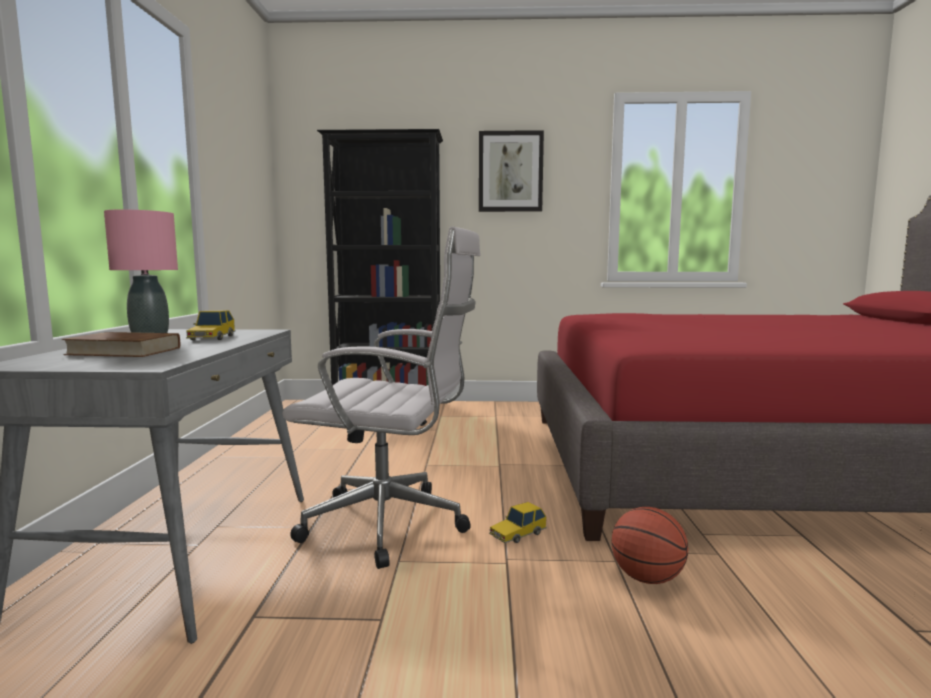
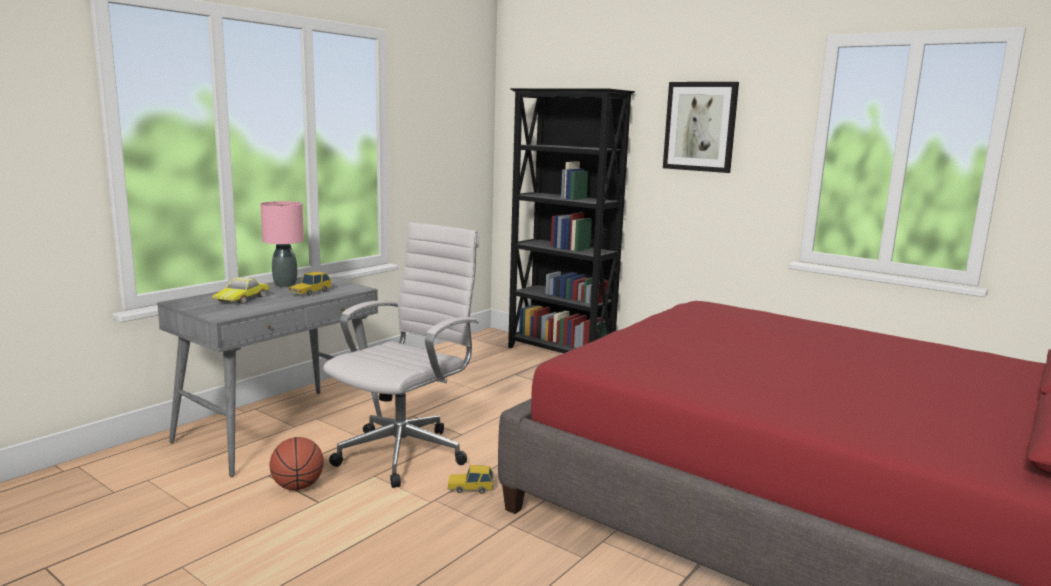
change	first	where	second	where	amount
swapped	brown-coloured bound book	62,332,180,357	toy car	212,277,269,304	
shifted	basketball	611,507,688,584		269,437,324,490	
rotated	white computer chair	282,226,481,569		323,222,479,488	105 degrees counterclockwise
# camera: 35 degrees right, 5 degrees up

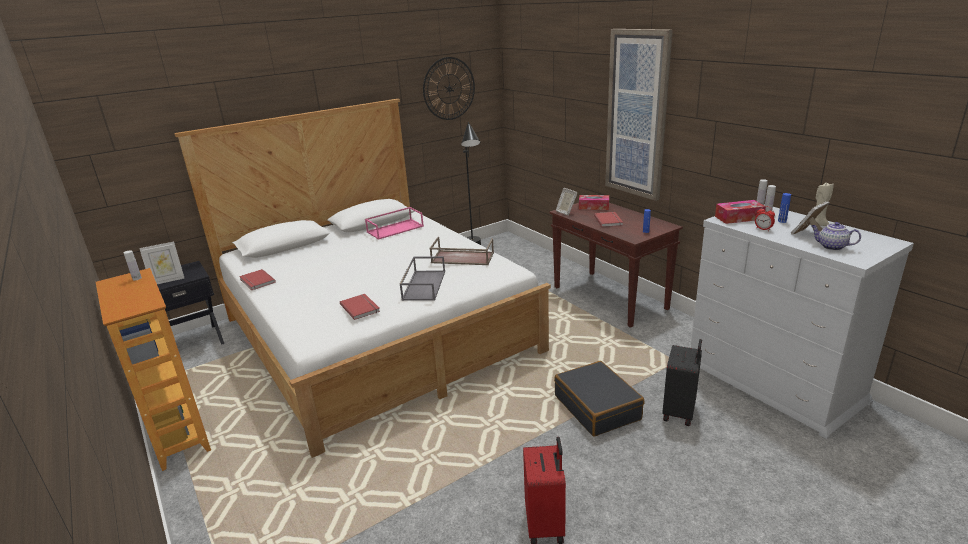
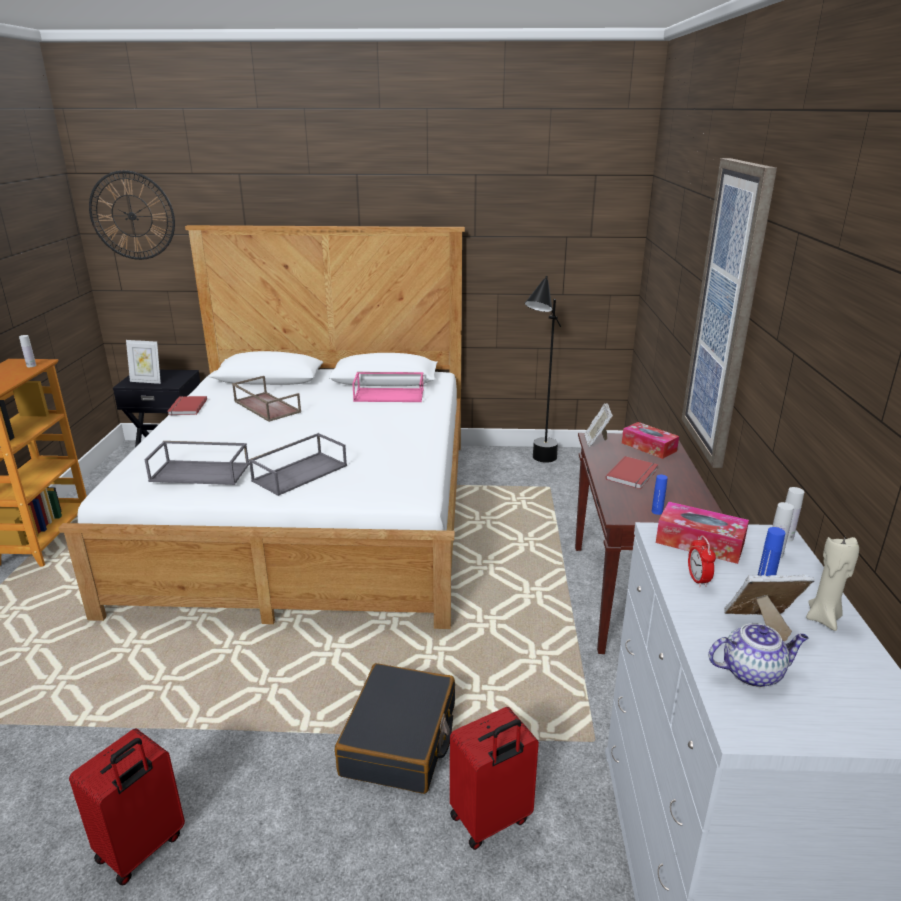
change	first	where	second	where	amount
shifted	clock on the wall	423,57,475,120		89,170,175,260	
swapped	red bound book	340,294,380,320	grey tray	145,441,250,485	
shifted	brown-coloured tray	429,237,494,265		232,376,301,422	
repainted	black-coloured travel case	662,339,702,426	red travel case	450,707,539,850	
rotated	teapot	811,222,861,251		708,623,809,687	105 degrees clockwise
# camera: 35 degrees right, 0 degrees up

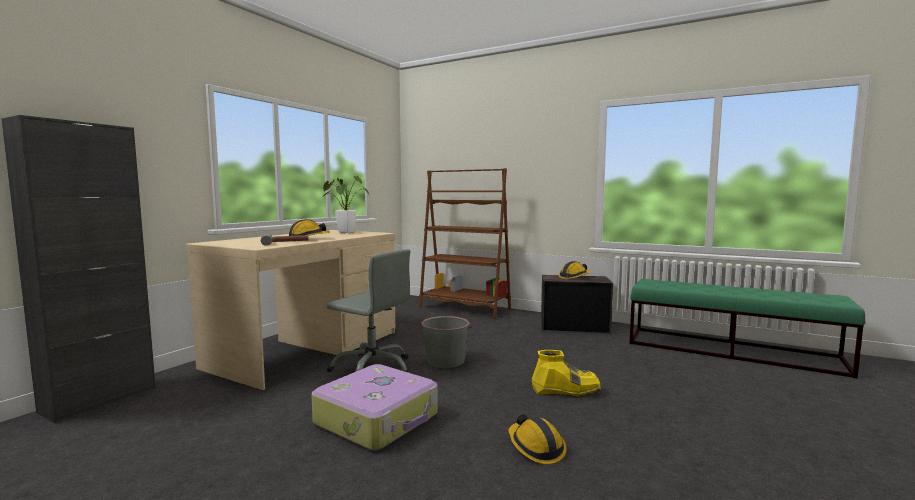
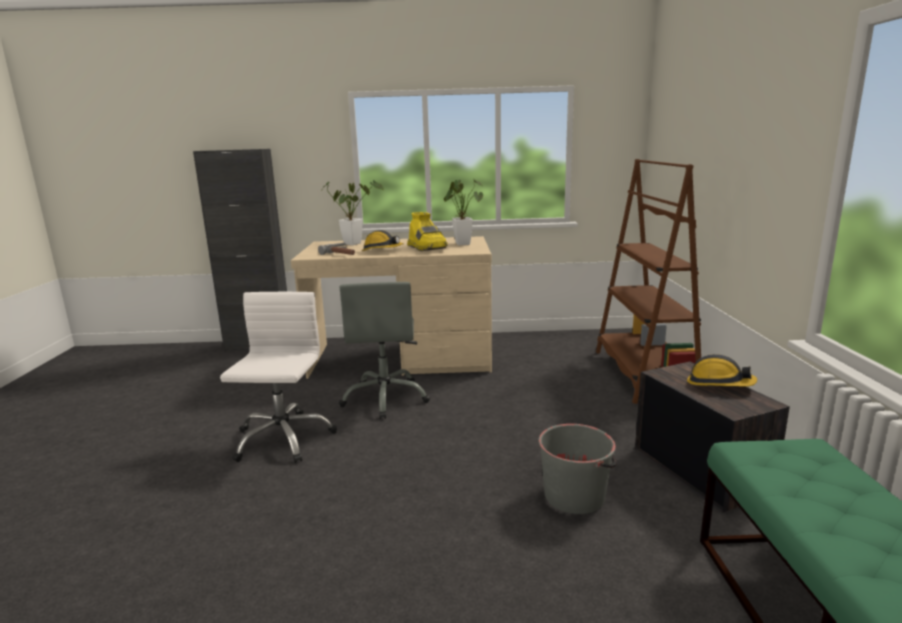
change	first	where	second	where	amount
swapped	travel case	311,364,438,450	white computer chair	220,292,337,463	
new			plant in a pot	321,180,384,245	
shifted	yellow tall boot	532,350,601,397		407,212,448,251	
shifted	grey pail	420,316,472,368		538,424,617,514	
gone	work helmet	508,414,567,464			
# camera: 60 degrees right, 10 degrees up

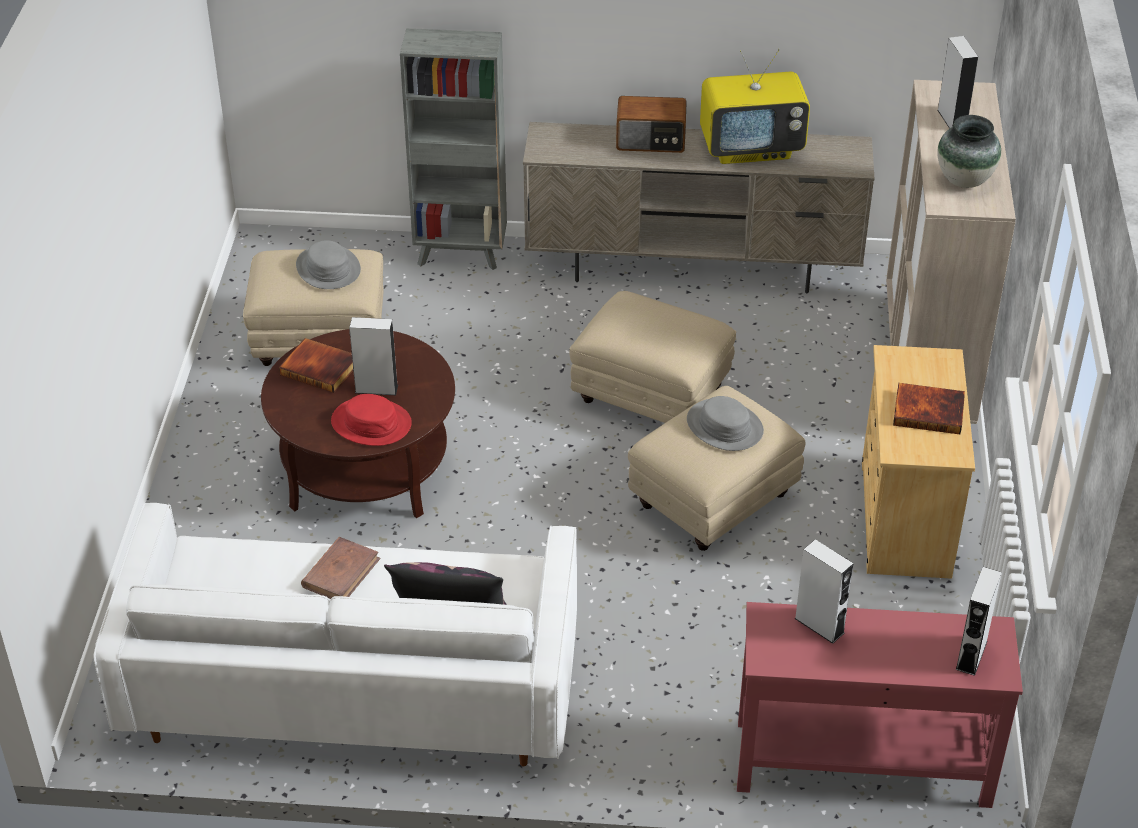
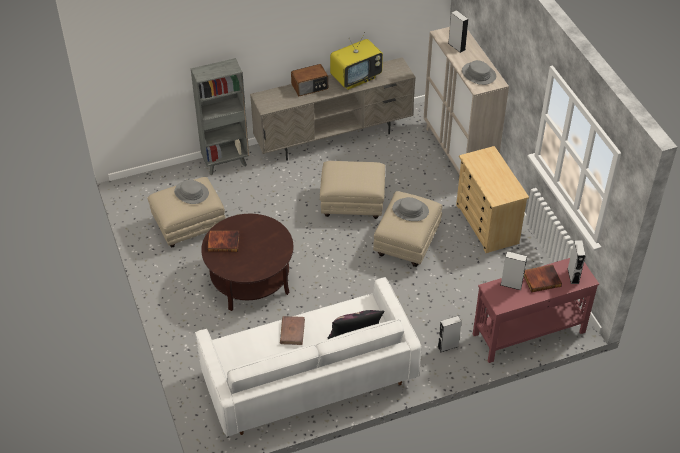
change	first	where	second	where	amount
shifted	grey audio speaker	349,317,398,395		437,316,462,352	
swapped	decorative vase	937,115,1001,188	grey clothing hat	462,60,496,85	
shifted	bound book	893,383,965,435		524,265,562,292	
gone	red clothing hat	331,394,412,446			
# camera: 25 degrees left, 5 degrees up

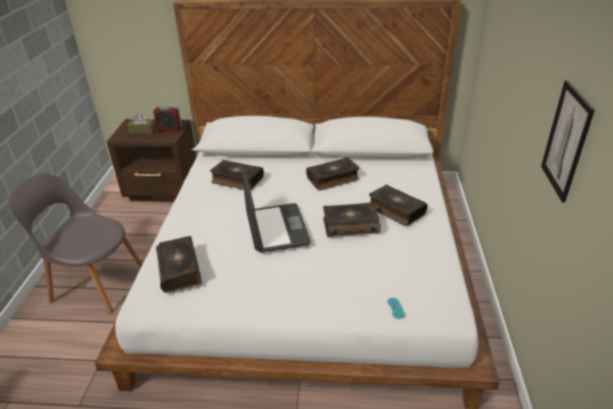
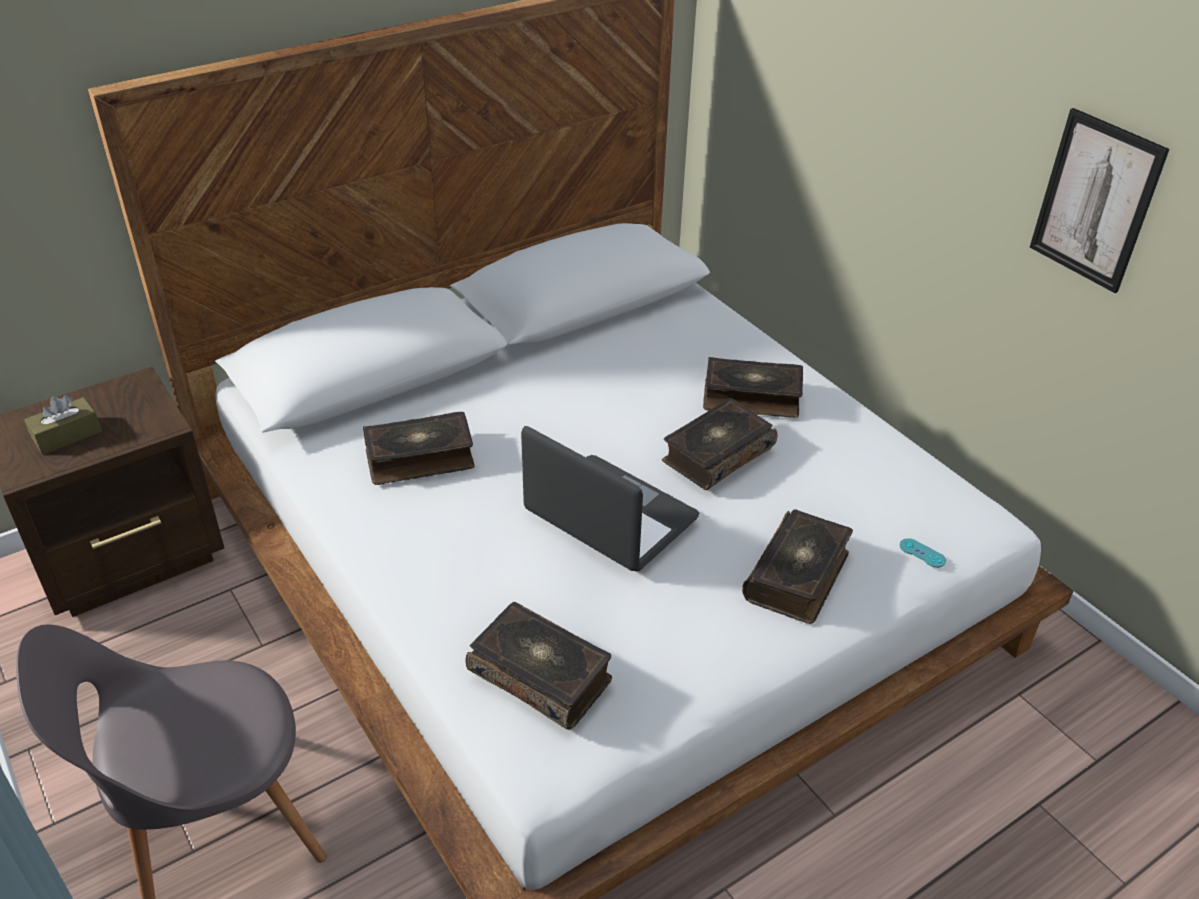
change	first	where	second	where	amount
shifted	bound book	306,157,360,191		742,509,853,624	
gone	alarm clock	153,106,182,132			
# camera: 40 degrees left, 5 degrees up

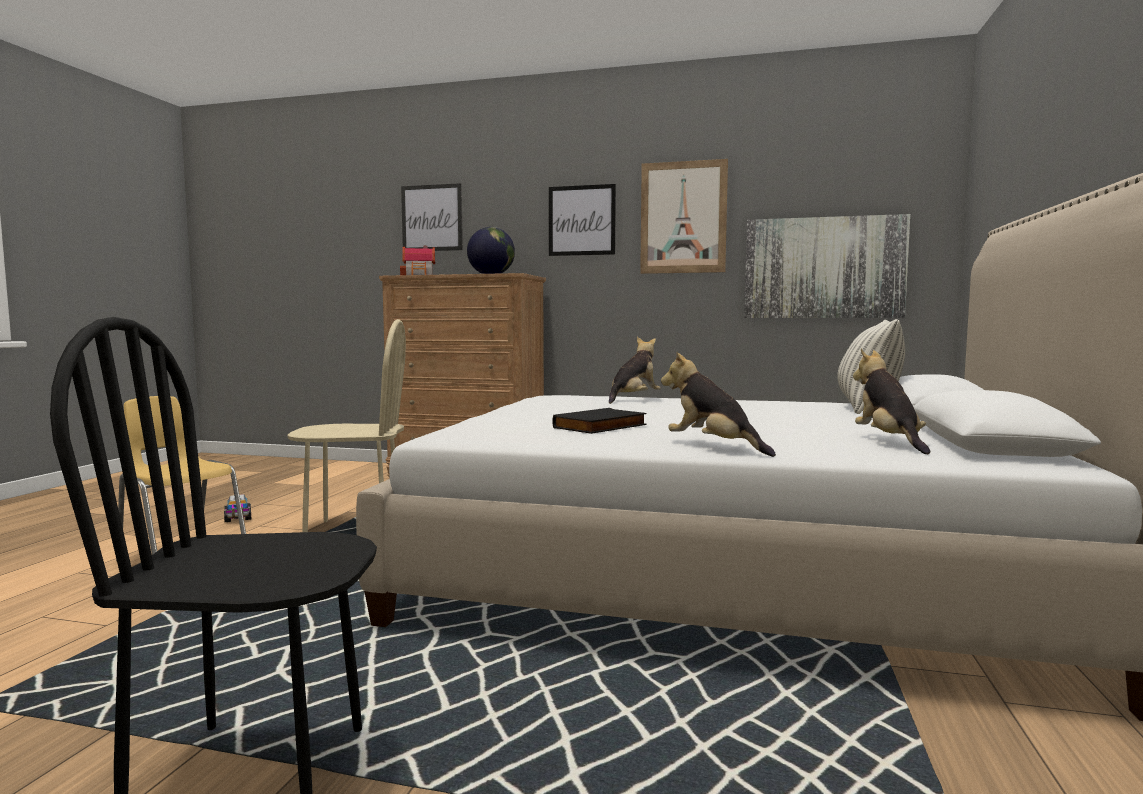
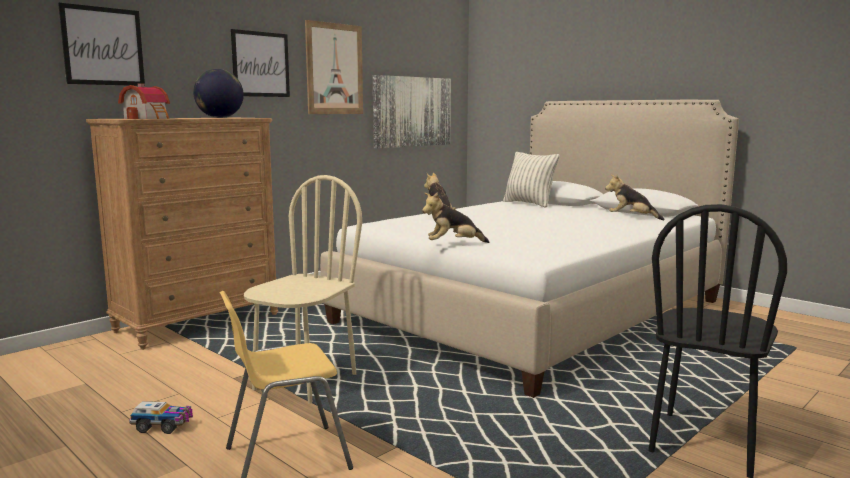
change	first	where	second	where	amount
shifted	soft toy	661,352,776,457		422,192,489,243	
gone	black-coloured bound book	552,408,647,434			
# camera: 60 degrees left, 5 degrees up

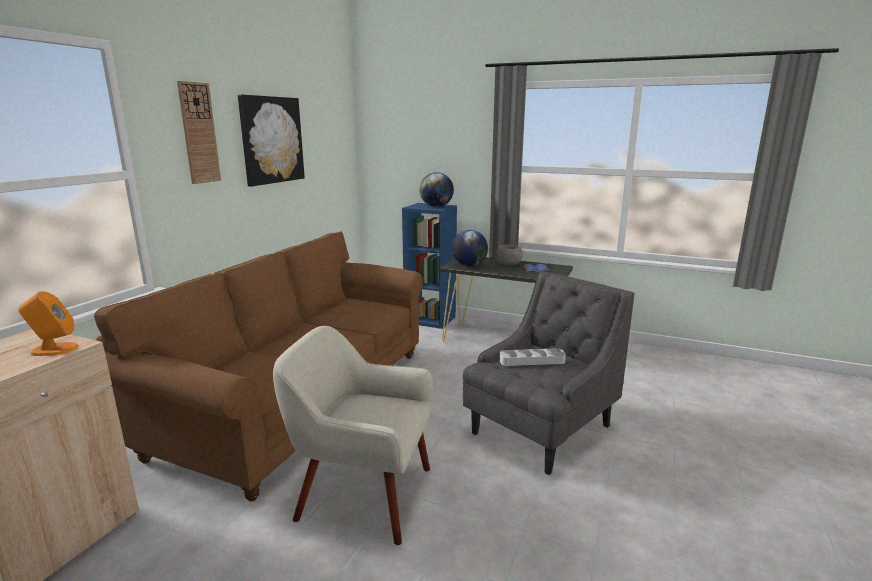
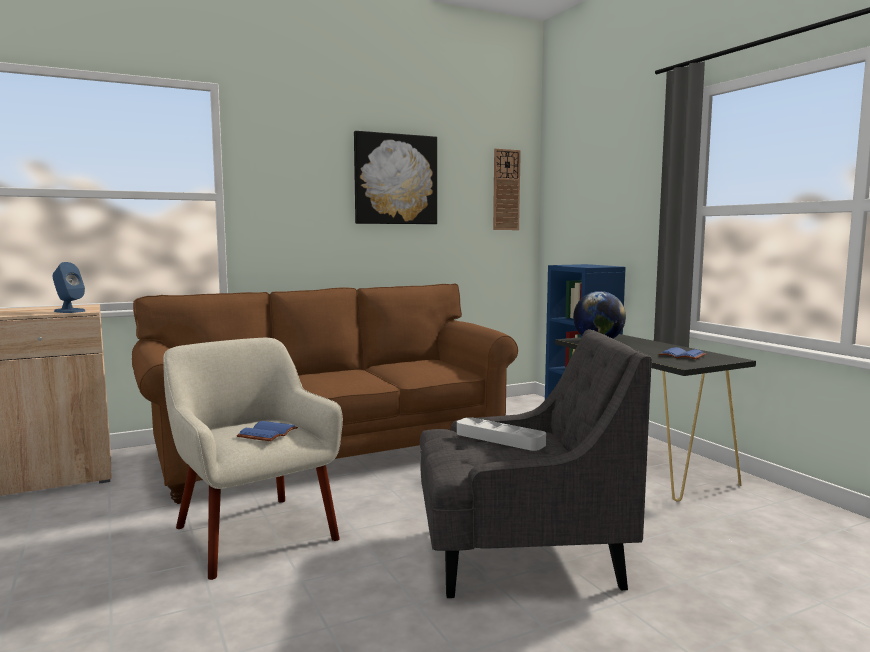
change	first	where	second	where	amount
repainted	orangey audio speaker	18,291,79,356	blue-coloured audio speaker	53,262,85,313	
new			blue-coloured bound book	237,421,298,441	
shifted	clock on the wall	177,81,221,184		493,149,521,230	
gone	desk globe	420,172,454,207			
gone	grey serving bowl	495,245,523,265			
# camera: 40 degrees right, 10 degrees down

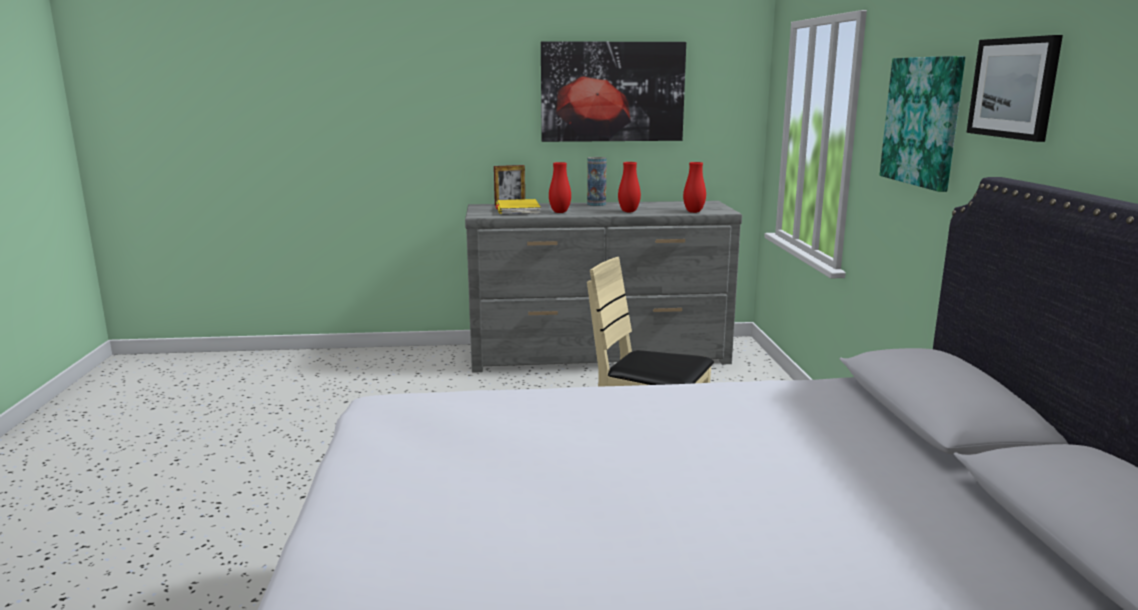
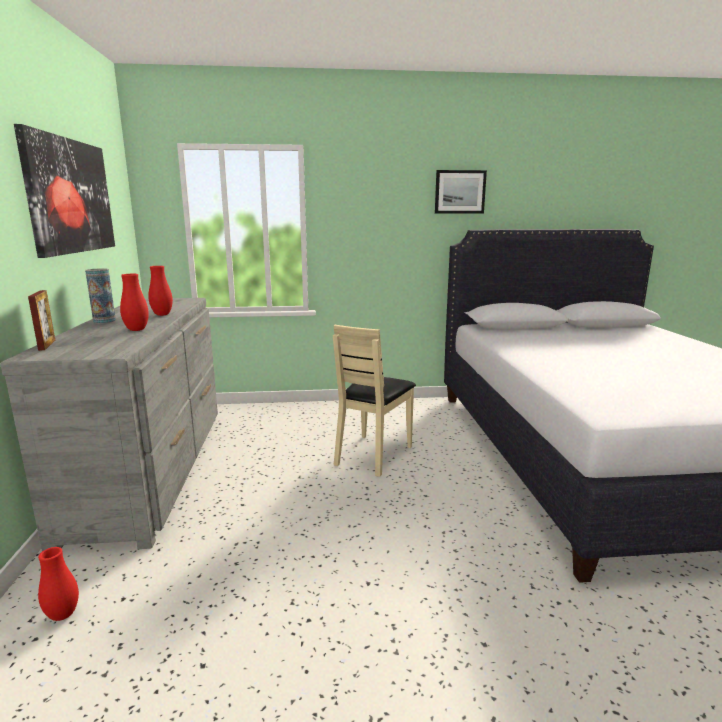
change	first	where	second	where	amount
shifted	red decorative vase	683,162,706,213		38,547,79,621	
gone	yellow bound book	495,199,541,214			
gone	picture	880,56,965,192			
# camera: 90 degrees left, 0 degrees up

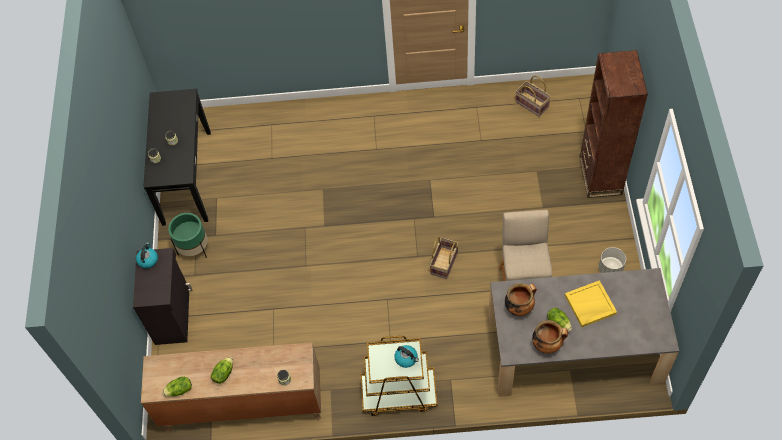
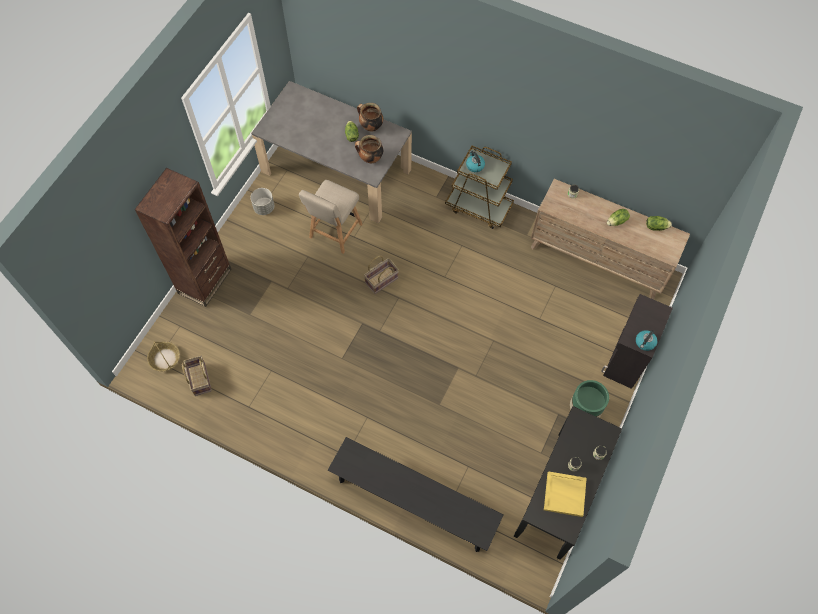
change	first	where	second	where	amount
new			basket	147,341,180,371	
new			black-coloured bench	328,437,503,552	
shifted	yellow tray	565,280,617,327		544,471,587,517	
# camera: 155 degrees left, 5 degrees up

